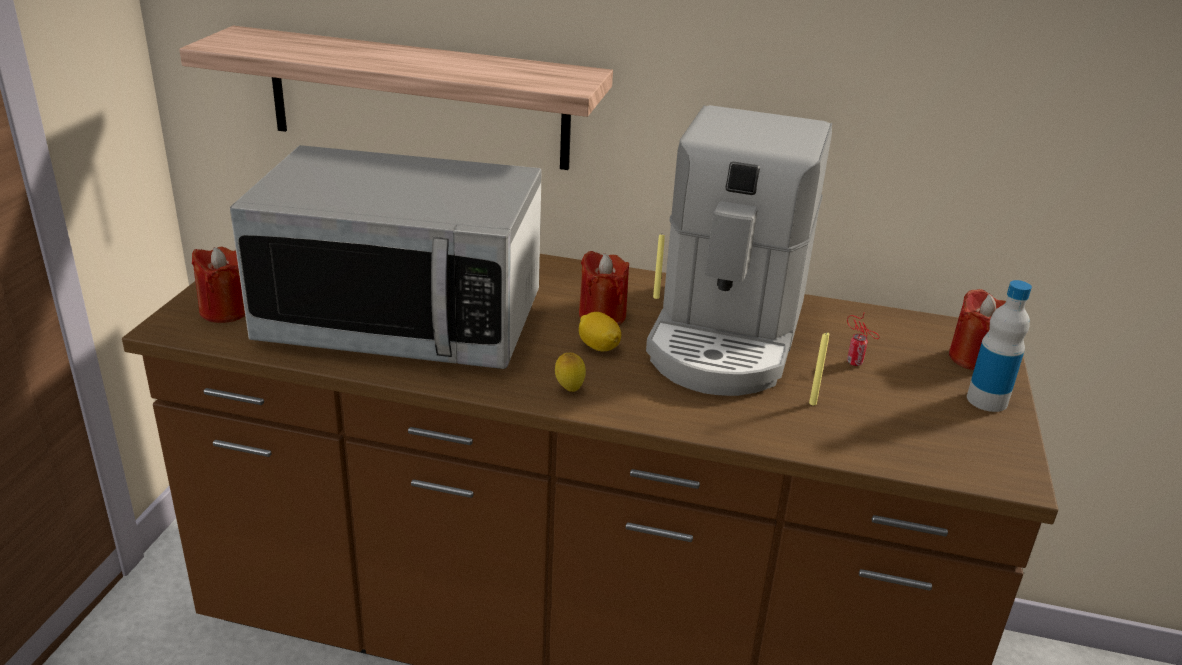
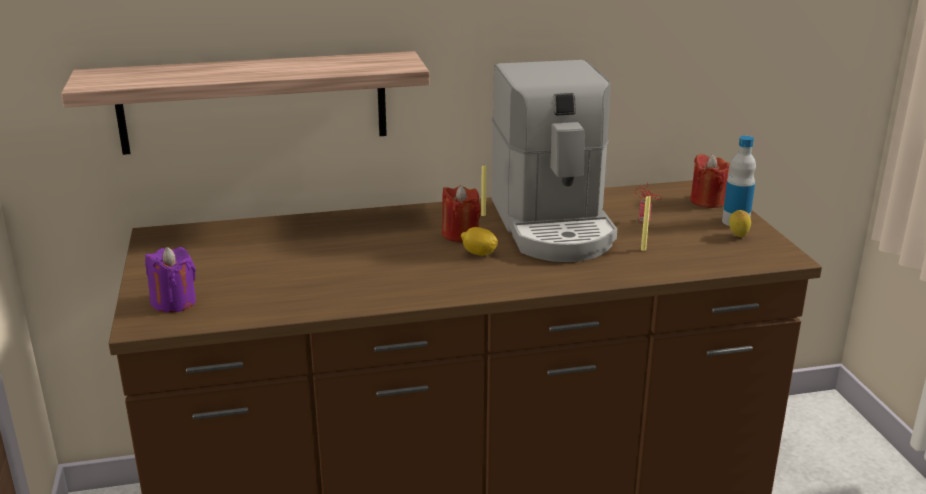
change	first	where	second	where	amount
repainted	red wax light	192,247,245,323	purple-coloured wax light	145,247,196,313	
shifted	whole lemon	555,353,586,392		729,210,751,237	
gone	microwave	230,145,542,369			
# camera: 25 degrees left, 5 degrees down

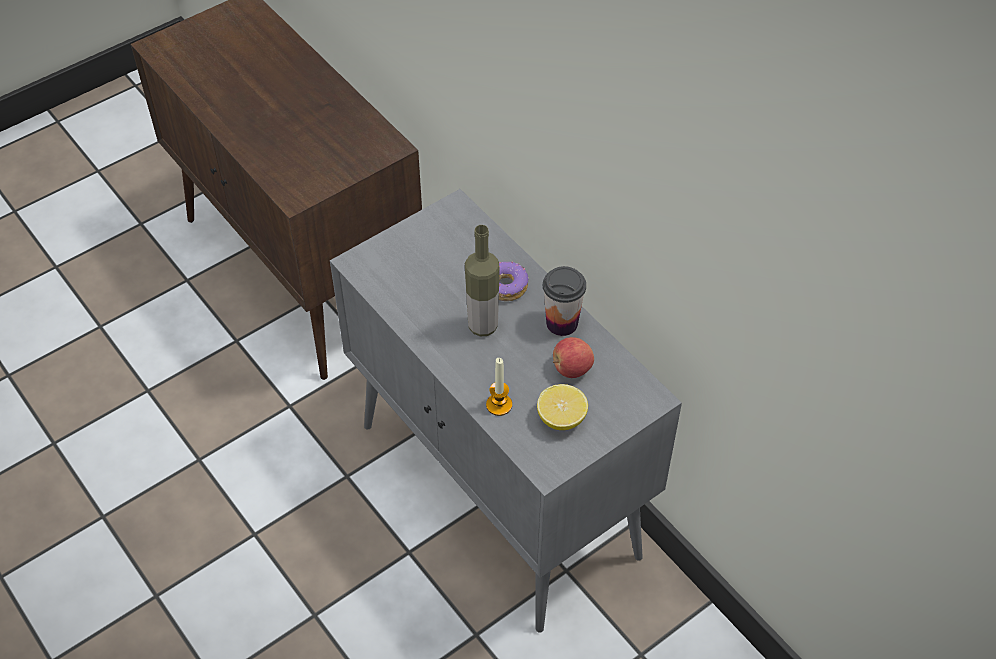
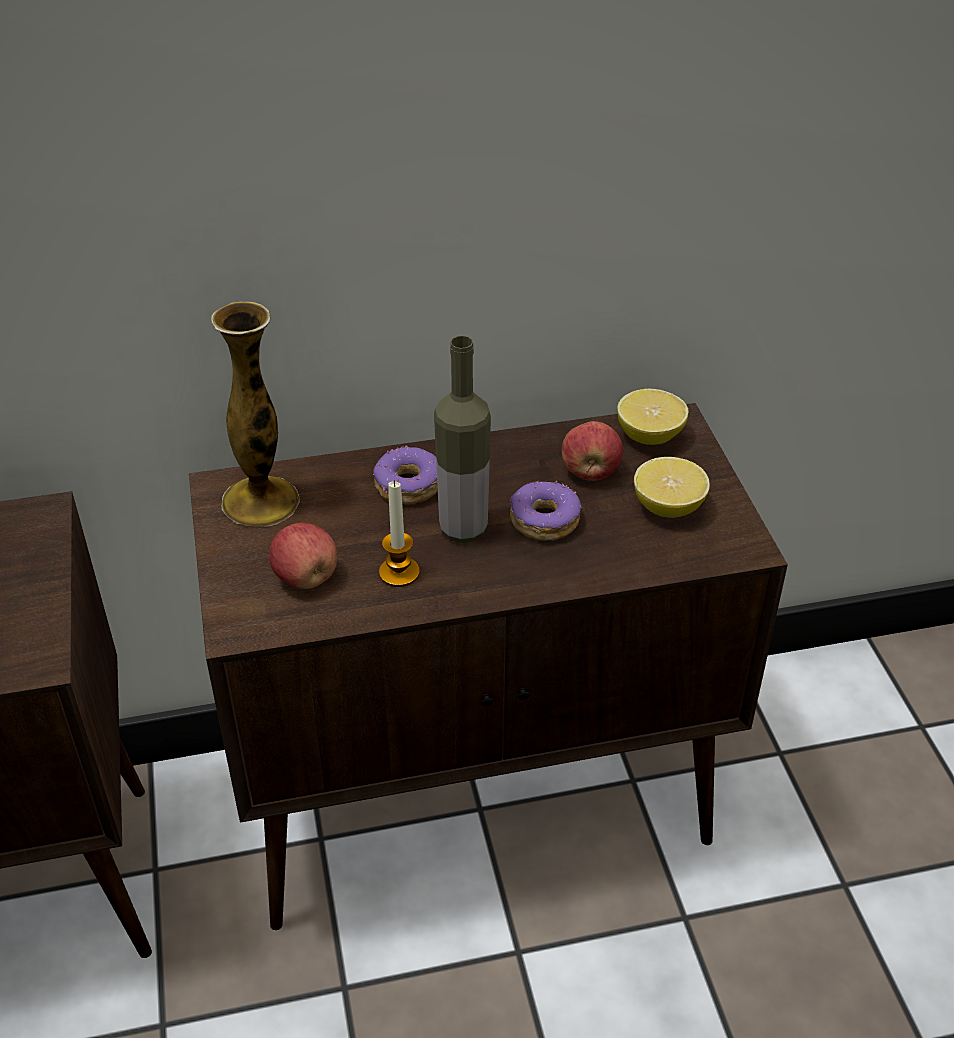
change	first	where	second	where	amount
repainted	grey cupboard	330,189,682,633	brown-coloured cupboard	189,403,788,930	
new			decorative vase	211,302,300,526	
new			apple fruit	269,523,337,589	
shifted	wax light	486,358,512,416		379,481,420,587	
new			doughnut	510,481,581,541	
new			whole lemon	617,389,688,445	
gone	small cup	543,266,586,336			
# camera: 65 degrees left, 10 degrees down

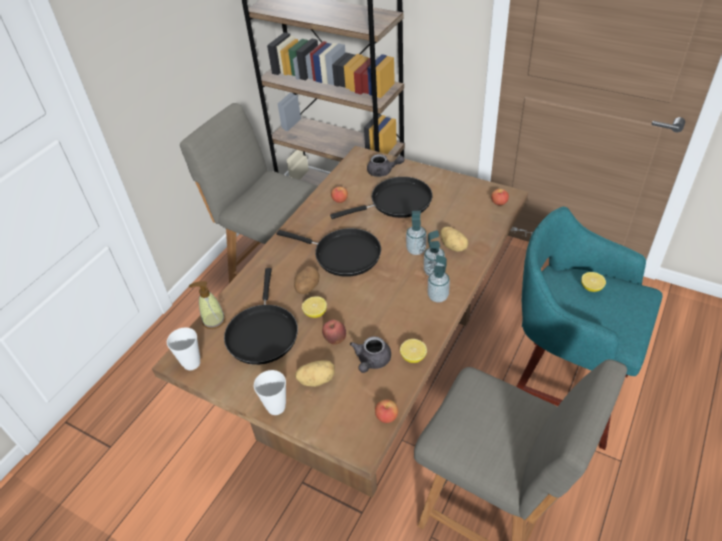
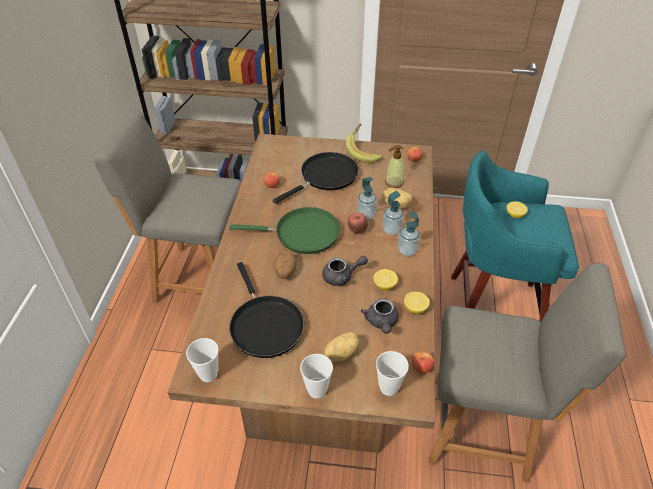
change	first	where	second	where	amount
repainted	black-coloured pan	277,228,381,277	green pan	229,207,340,254	
shifted	grey teapot	367,154,405,177		322,256,368,286	
new			whole banana	345,124,382,163	
shifted	apple fruit	322,319,346,345		348,213,368,234	
shifted	whole lemon	302,296,327,318		373,269,398,290	
new			small cup	376,351,409,396	
shifted	soap dispenser	189,281,225,329		385,145,404,188	
# camera: 25 degrees left, 0 degrees up

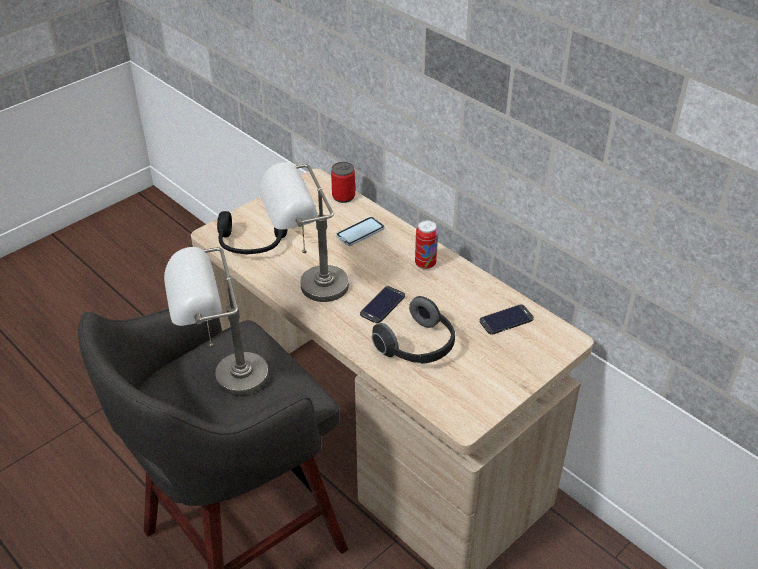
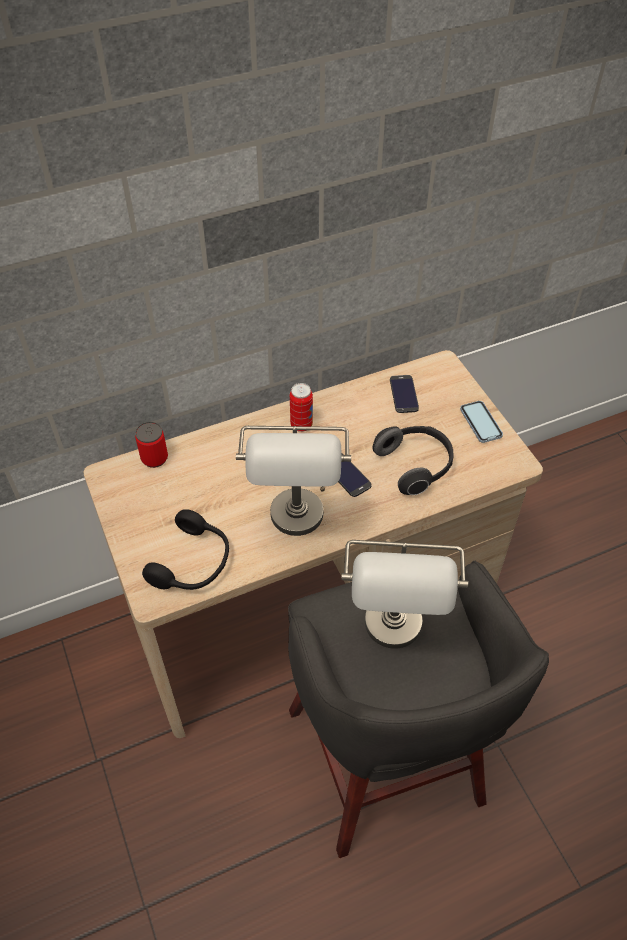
change	first	where	second	where	amount
shifted	telephone	336,217,384,246		460,401,503,443	
# camera: 70 degrees left, 10 degrees up

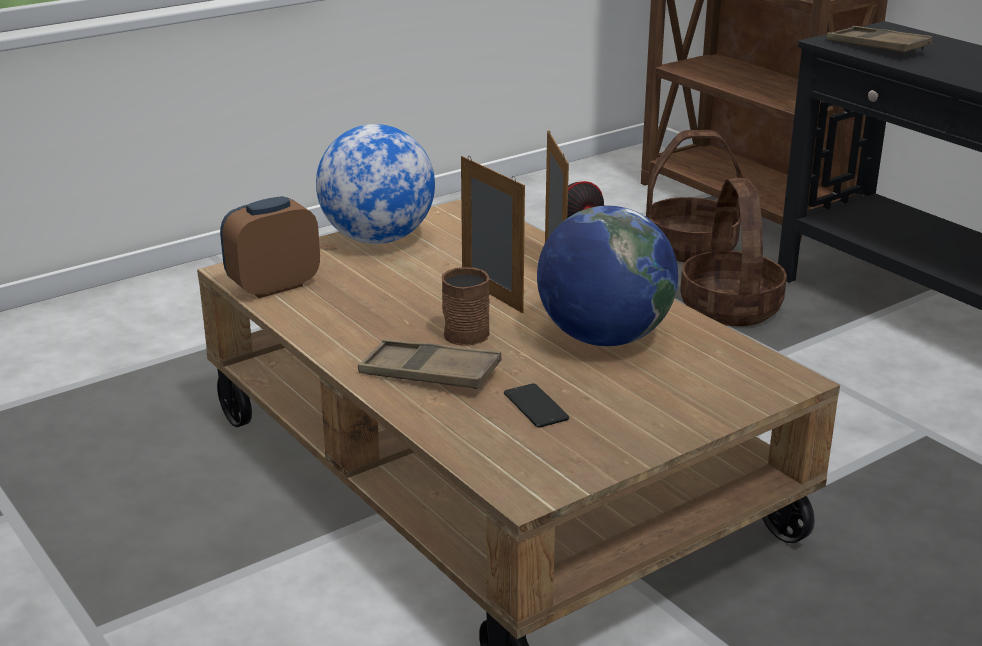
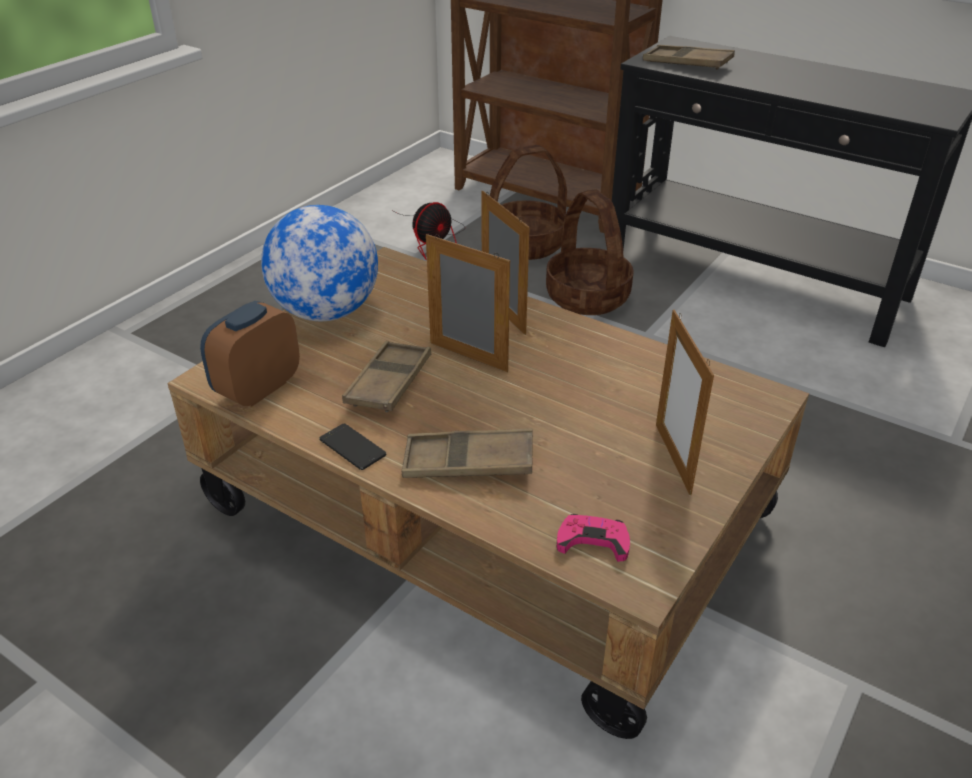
change	first	where	second	where	amount
shifted	telephone	504,383,569,428		319,424,386,470	
new			brown-coloured tray	342,341,431,412	
new			pink-coloured game controller	557,514,630,562	
new			standing frame	656,310,714,495	
gone	brown-coloured tea mug	442,267,490,346			
gone	desk globe	537,206,678,346			
# camera: 20 degrees left, 10 degrees up

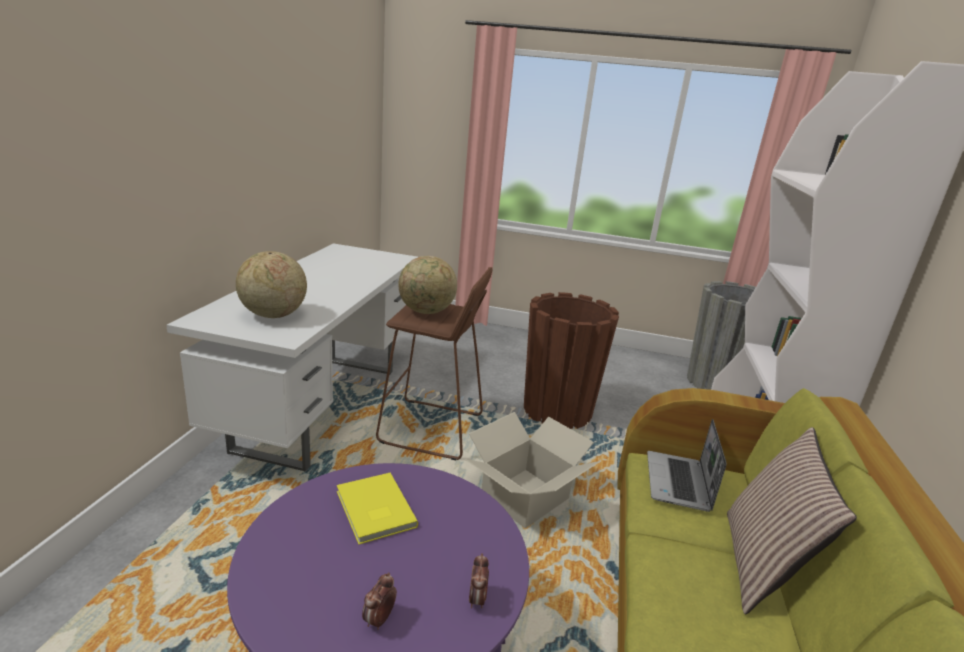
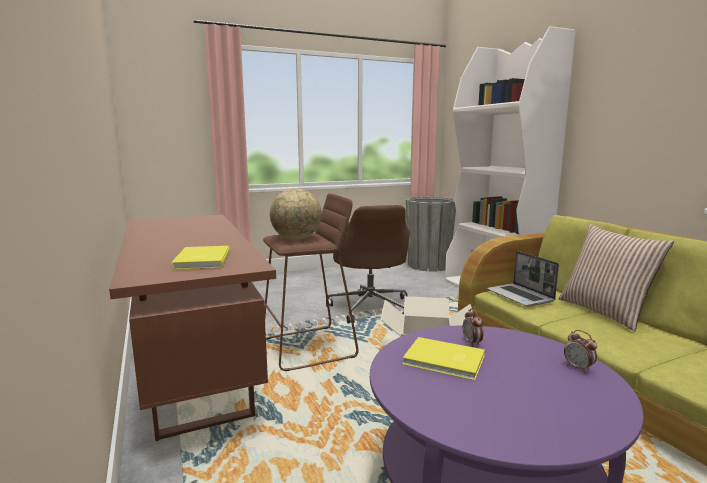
change	first	where	second	where	amount
repainted	white desk table	166,243,418,471	brown-coloured desk table	109,214,276,441	
swapped	desk globe	236,251,307,318	yellow bound book	171,246,230,270	
swapped	brown-coloured flower pot	524,292,619,429	brown-coloured computer chair	326,205,410,323	
shifted	alarm clock	362,572,397,630		463,309,484,347	
# camera: 35 degrees left, 10 degrees down

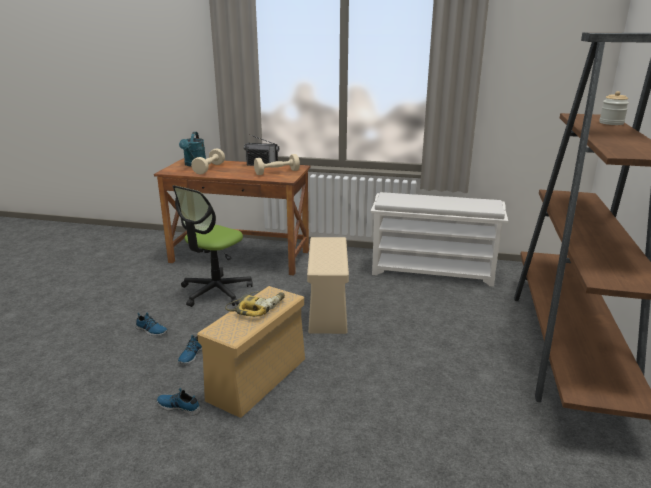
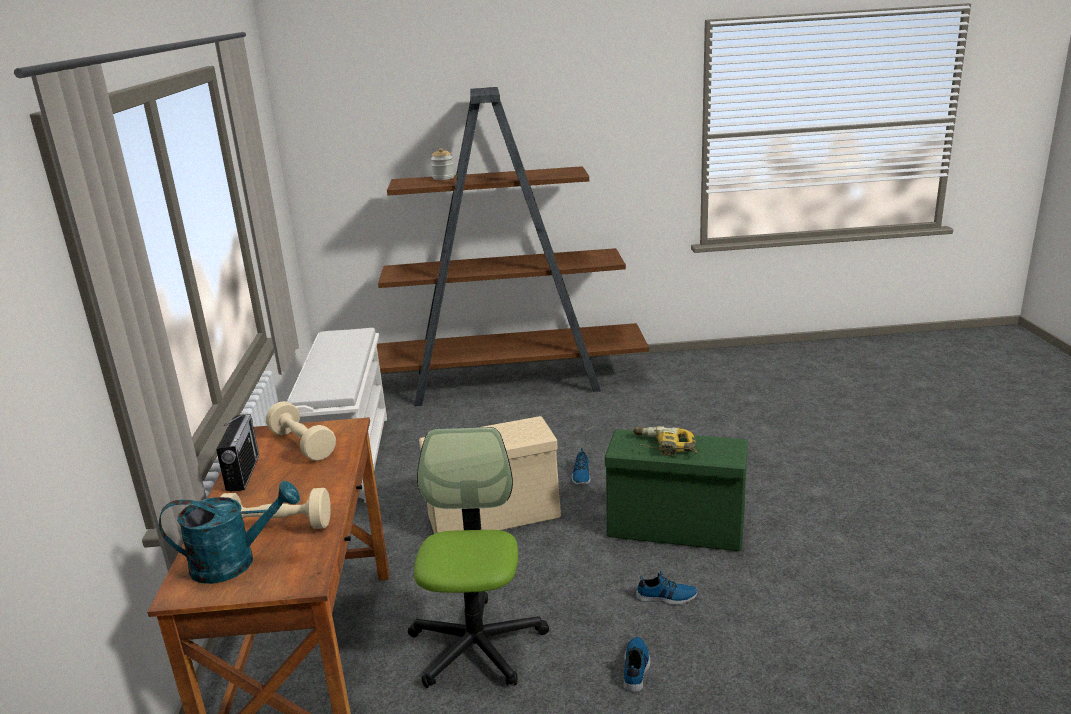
change	first	where	second	where	amount
rotated	computer chair	173,185,253,307		408,427,549,688	105 degrees counterclockwise
shifted	low shoe	157,388,201,416		572,448,591,485	
repainted	beige storage bin	197,286,305,418	green storage bin	605,429,748,551	
# camera: 105 degrees left, 0 degrees up

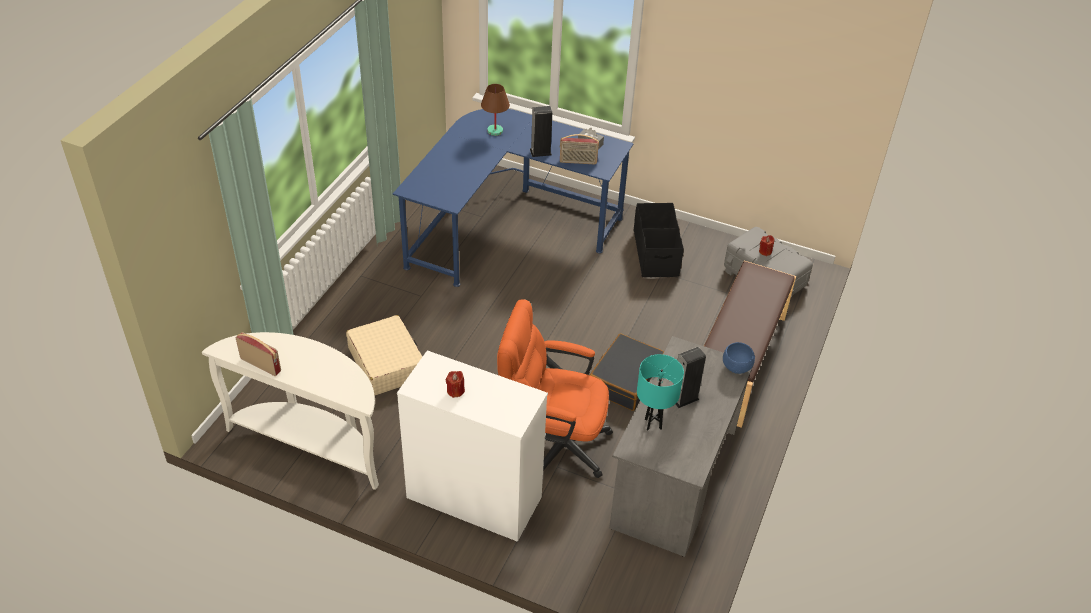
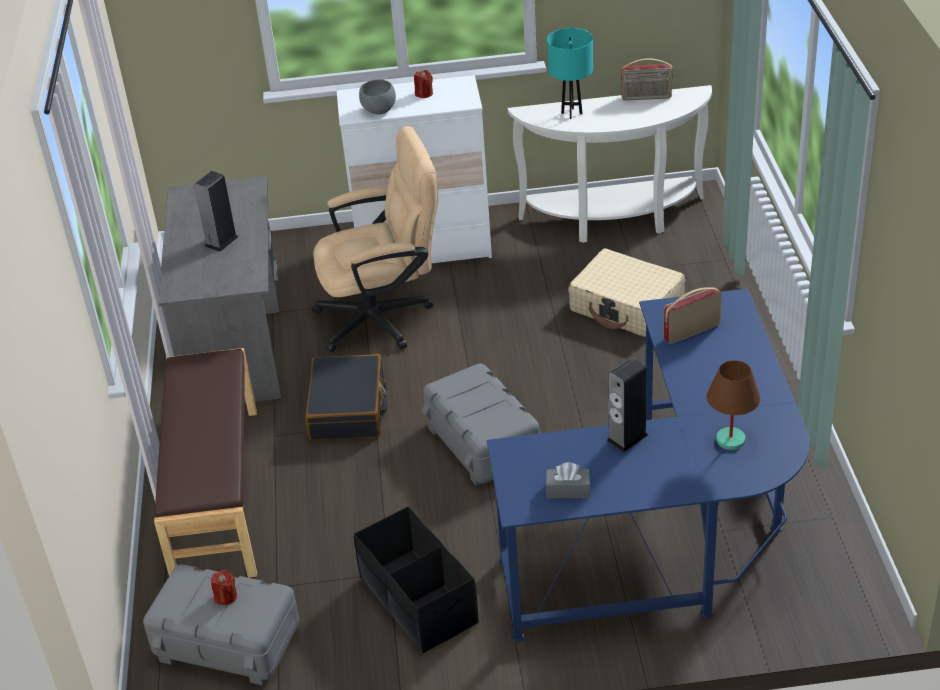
change	first	where	second	where	amount
repainted	orangey computer chair	497,299,613,478	beige computer chair	312,126,438,352	
new			grey serving bowl	359,80,396,114	
new			grey storage bin	422,363,541,486	
shifted	turquoise tabletop lamp	637,354,684,430		547,28,593,119	
shifted	radio set	560,134,599,164		663,287,722,344	
gone	blue-coloured serving bowl	723,342,755,374			
# camera: 155 degrees right, 5 degrees down

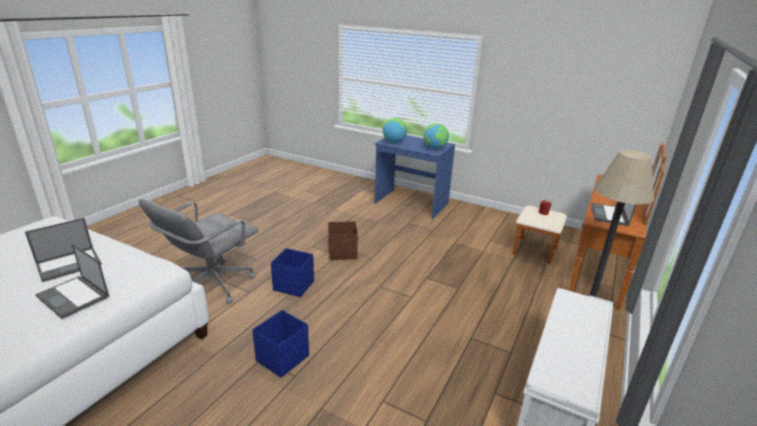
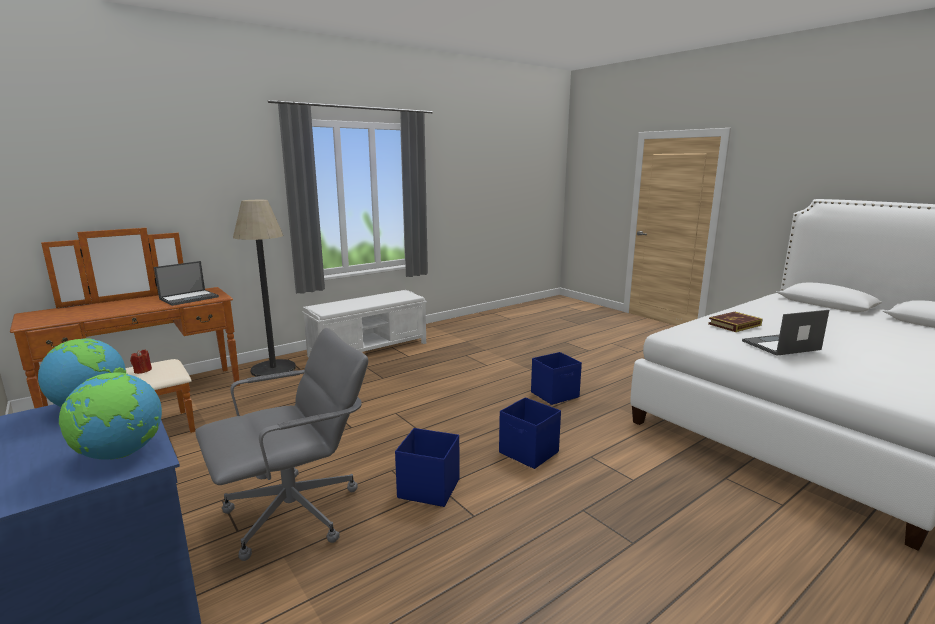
change	first	where	second	where	amount
shifted	grey computer chair	138,199,259,304		195,328,368,561	
repainted	brown-coloured storage bin	328,221,358,260	blue-coloured storage bin	395,428,460,507	
swapped	laptop	35,244,109,319	bound book	708,312,763,332	
# camera: 155 degrees left, 10 degrees down

